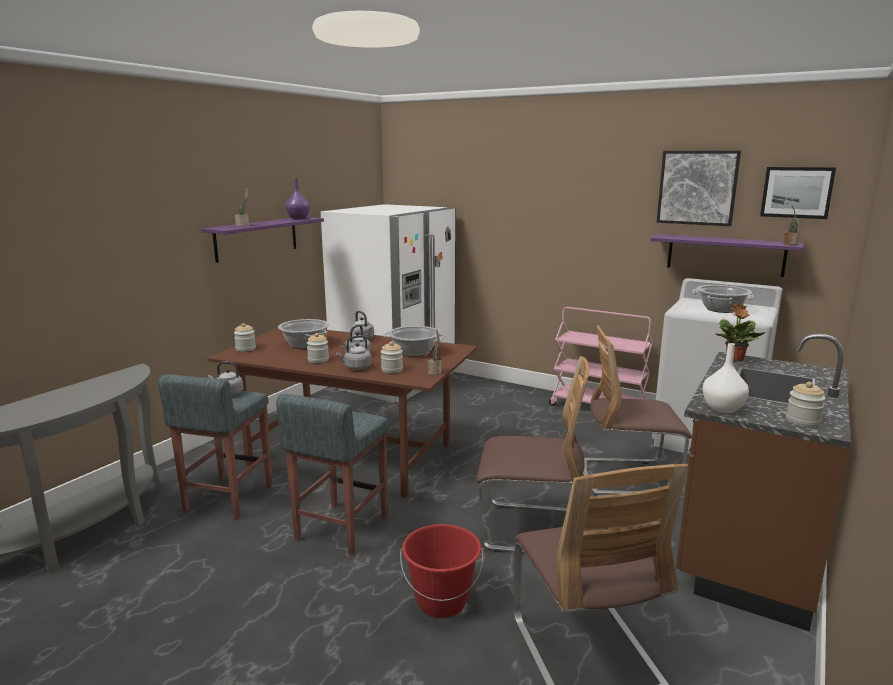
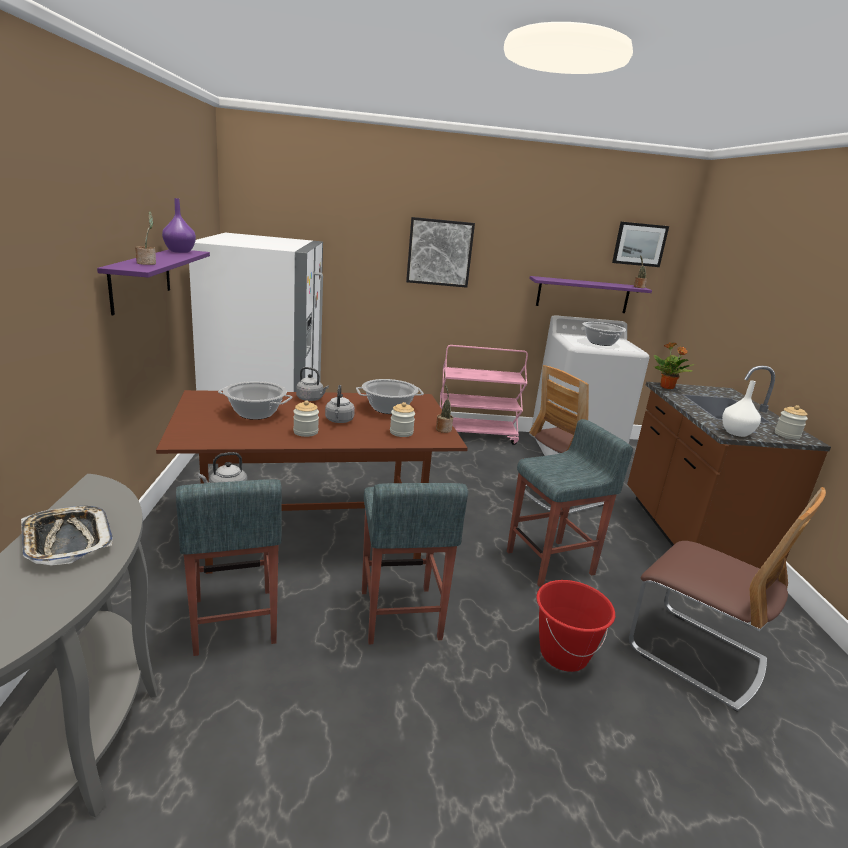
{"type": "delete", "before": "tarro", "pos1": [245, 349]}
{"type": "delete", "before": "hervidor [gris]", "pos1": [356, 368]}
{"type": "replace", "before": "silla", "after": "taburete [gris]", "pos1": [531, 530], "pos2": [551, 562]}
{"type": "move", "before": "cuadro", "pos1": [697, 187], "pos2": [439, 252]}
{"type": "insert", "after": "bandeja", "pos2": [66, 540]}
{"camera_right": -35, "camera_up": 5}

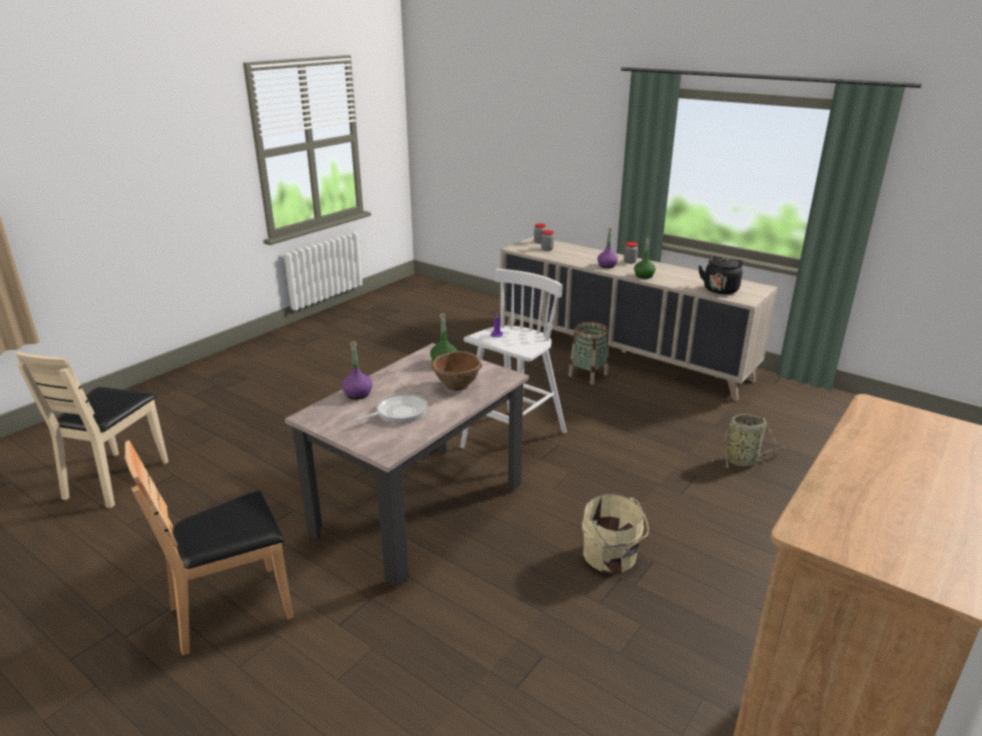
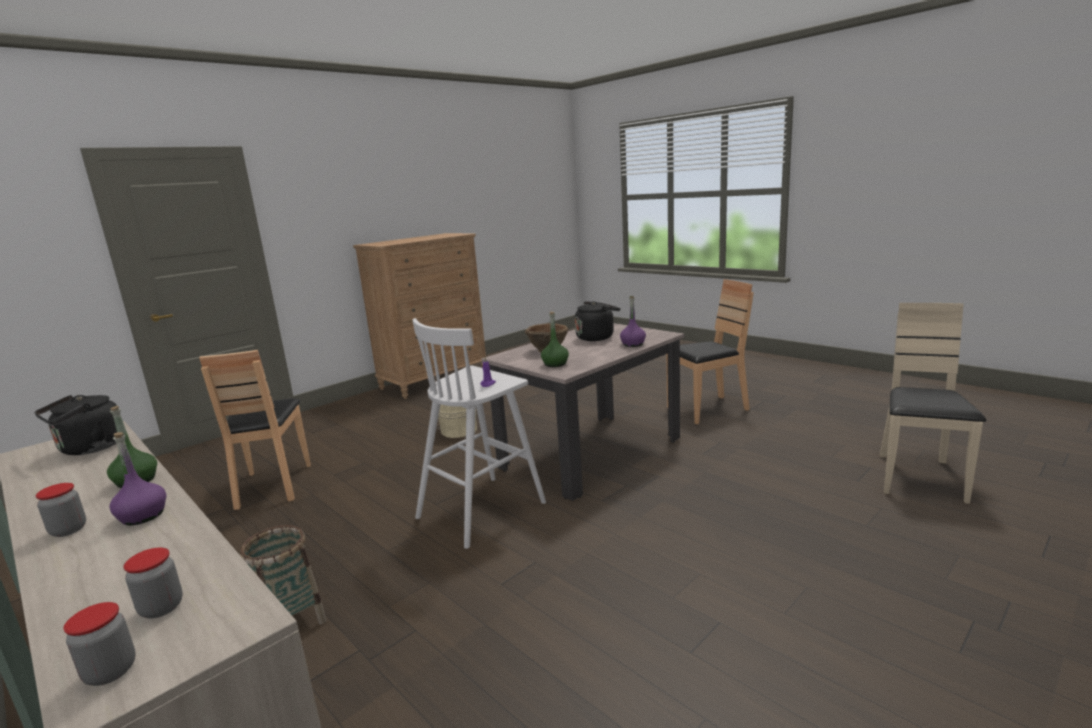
{"type": "replace", "before": "sartén", "after": "hervidor [negro]", "pos1": [398, 413], "pos2": [597, 337]}
{"type": "replace", "before": "cesta", "after": "silla [marrón]", "pos1": [743, 460], "pos2": [273, 485]}
{"camera_right": -170, "camera_up": -10}

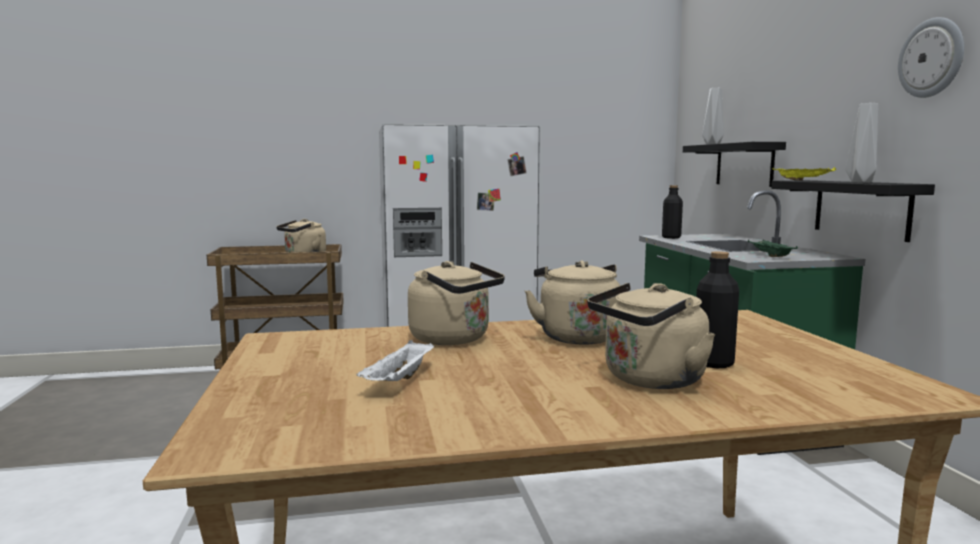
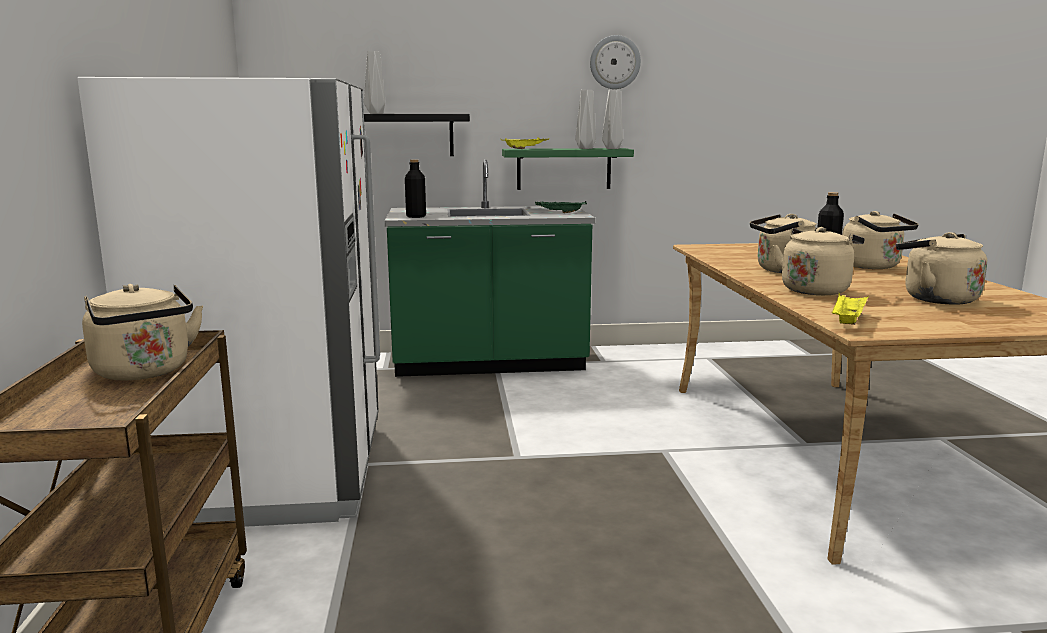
{"type": "replace", "before": "bandeja [blanco]", "after": "hervidor [beis]", "pos1": [399, 381], "pos2": [935, 299]}
{"type": "recolor", "before": "estante [negro]", "after": "estante [verde]", "pos1": [861, 208], "pos2": [564, 168]}
{"type": "insert", "after": "florero [gris]", "pos2": [612, 148]}
{"type": "insert", "after": "bandeja [amarillo]", "pos2": [847, 321]}
{"camera_right": -85, "camera_up": 5}

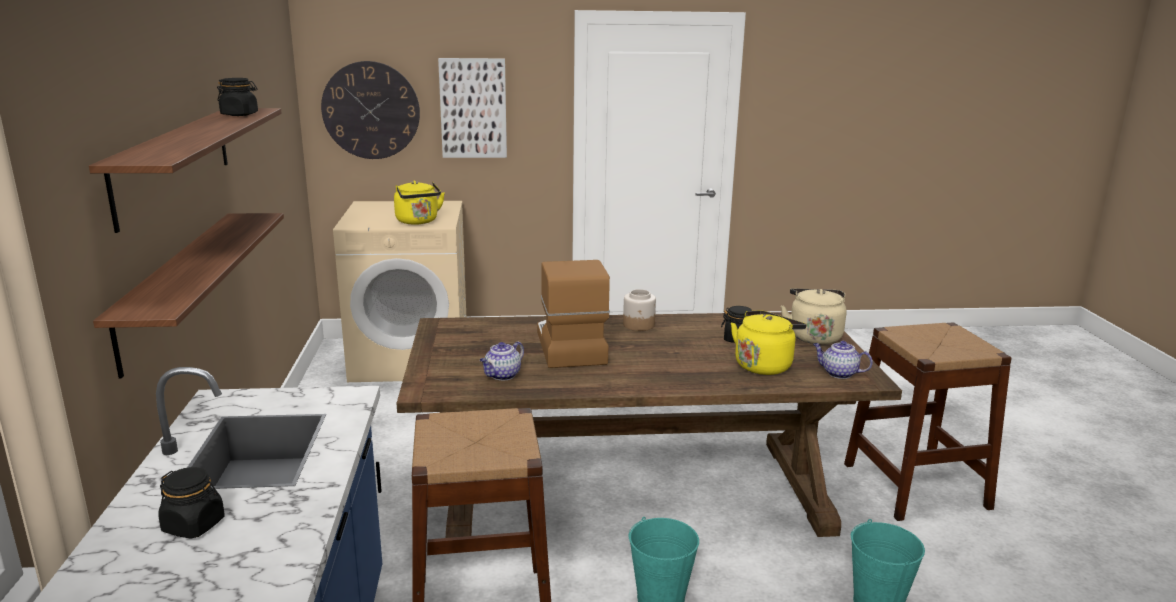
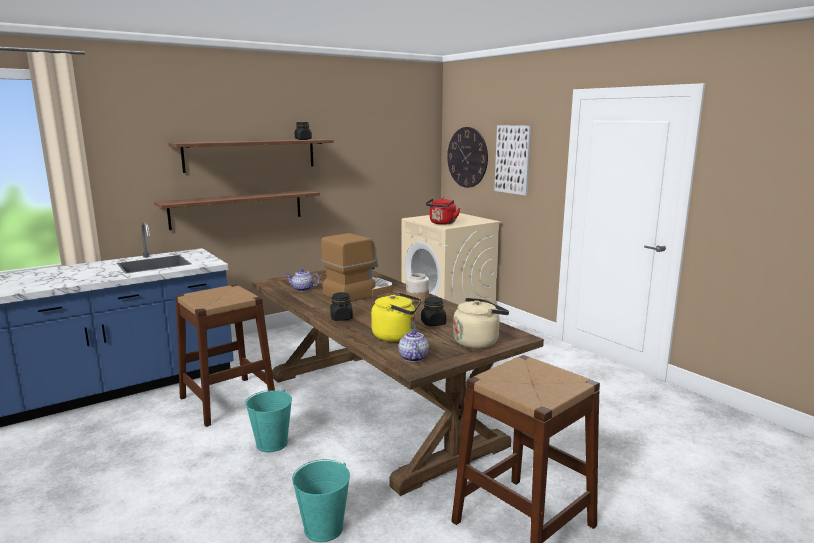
{"type": "move", "before": "tarro [negro]", "pos1": [194, 525], "pos2": [341, 318]}
{"type": "recolor", "before": "hervidor [amarillo]", "after": "hervidor [rojo]", "pos1": [418, 222], "pos2": [442, 223]}
{"camera_right": 60, "camera_up": -5}

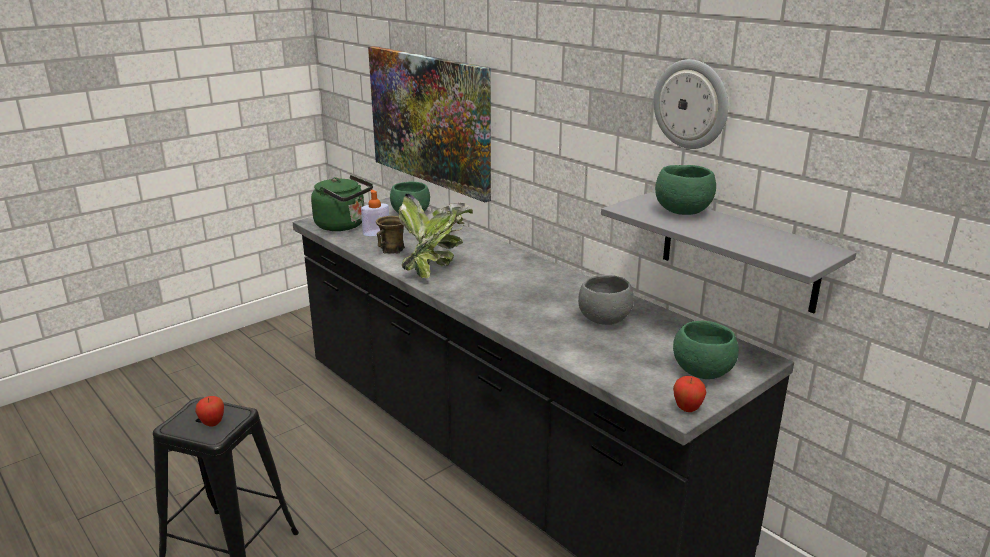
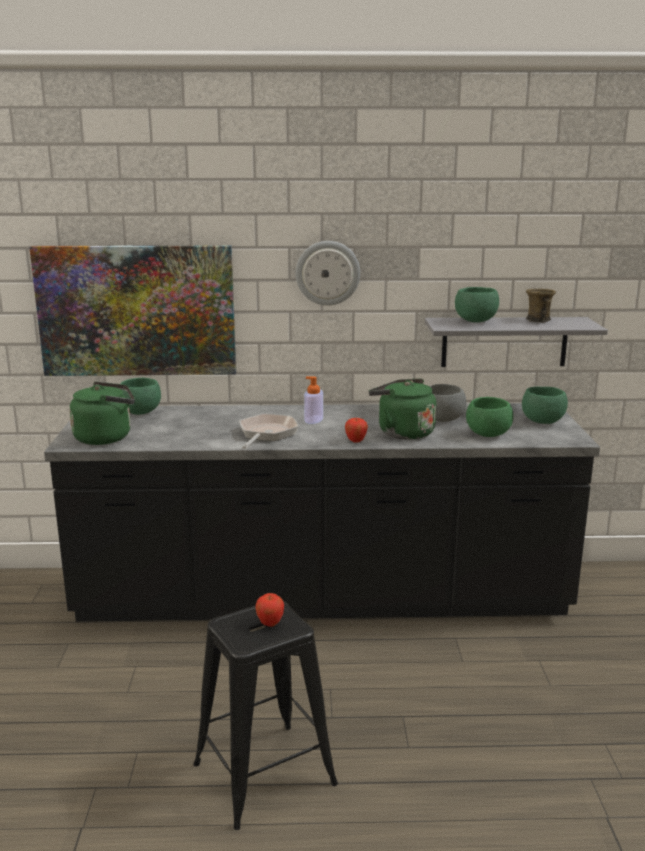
{"type": "move", "before": "dispensador de jabón", "pos1": [376, 233], "pos2": [313, 419]}
{"type": "move", "before": "taza grande [marrón]", "pos1": [393, 250], "pos2": [538, 320]}
{"type": "replace", "before": "planta en maceta", "after": "sartén", "pos1": [434, 267], "pos2": [266, 434]}
{"type": "move", "before": "reloj de pared", "pos1": [691, 104], "pos2": [327, 273]}
{"type": "move", "before": "manzana", "pos1": [687, 409], "pos2": [356, 441]}
{"type": "insert", "after": "hervidor [verde]", "pos2": [402, 432]}
{"type": "insert", "after": "cuenco [verde]", "pos2": [487, 435]}
{"camera_right": -50, "camera_up": -5}

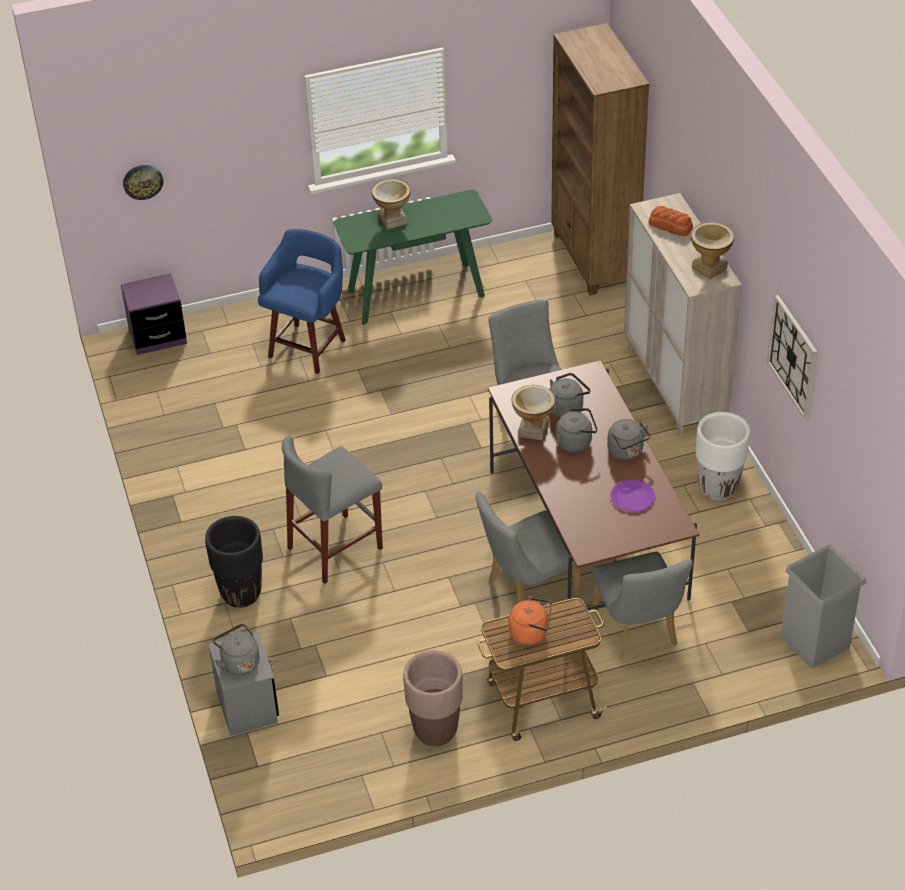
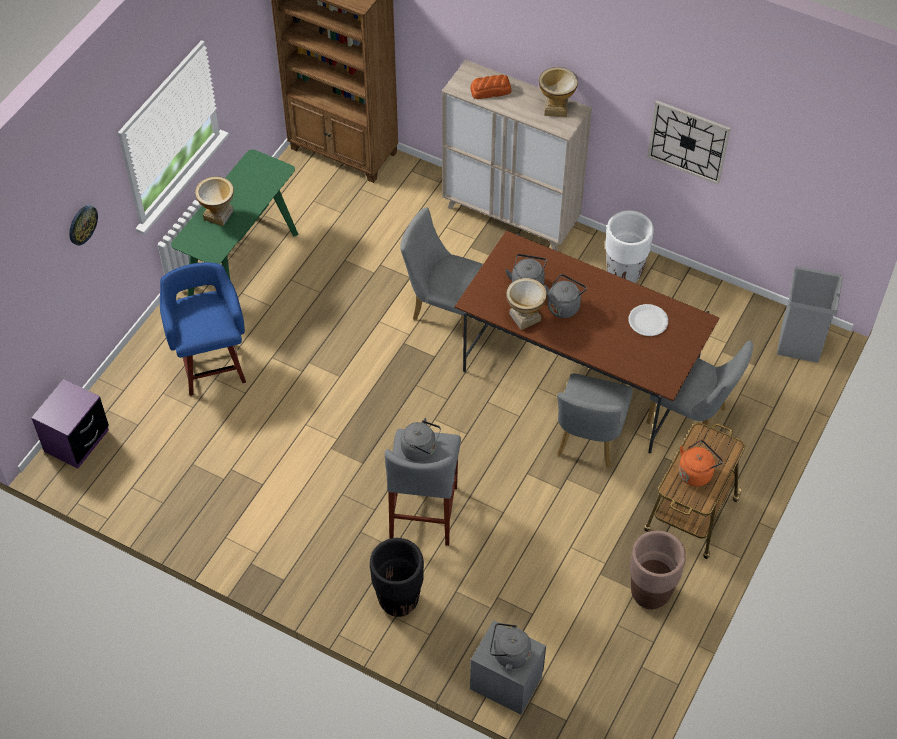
{"type": "move", "before": "reloj de pared", "pos1": [142, 181], "pos2": [82, 224]}
{"type": "move", "before": "hervidor [gris]", "pos1": [627, 452], "pos2": [421, 450]}
{"type": "recolor", "before": "plato [morado]", "after": "plato [blanco]", "pos1": [632, 497], "pos2": [648, 321]}
{"camera_right": -45, "camera_up": 10}

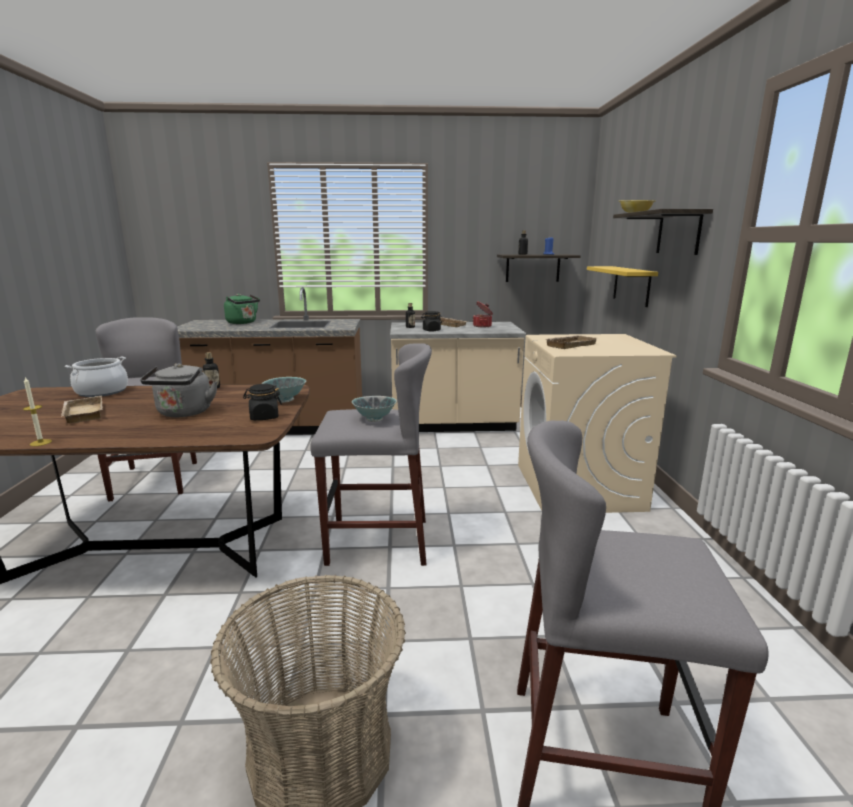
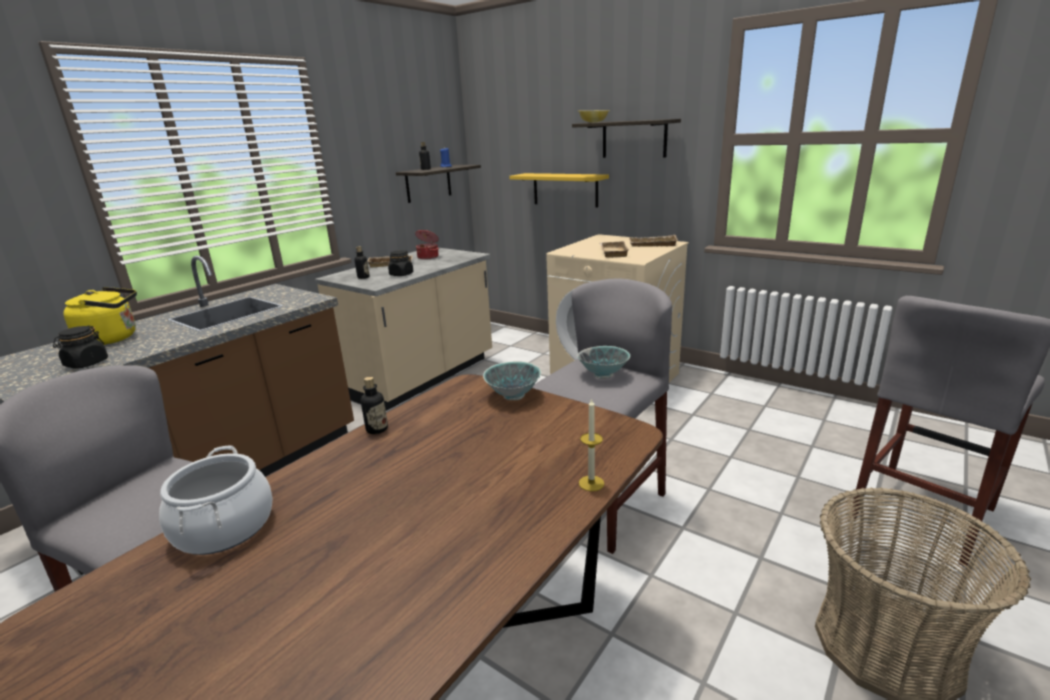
{"type": "move", "before": "vela", "pos1": [40, 442], "pos2": [591, 483]}
{"type": "move", "before": "bandeja [beis]", "pos1": [82, 413], "pos2": [652, 245]}
{"type": "delete", "before": "hervidor [gris]", "pos1": [184, 413]}
{"type": "recolor", "before": "hervidor [verde]", "after": "hervidor [amarillo]", "pos1": [243, 323], "pos2": [113, 339]}
{"type": "move", "before": "tarro [negro]", "pos1": [264, 417], "pos2": [86, 363]}
{"camera_right": -50, "camera_up": 5}

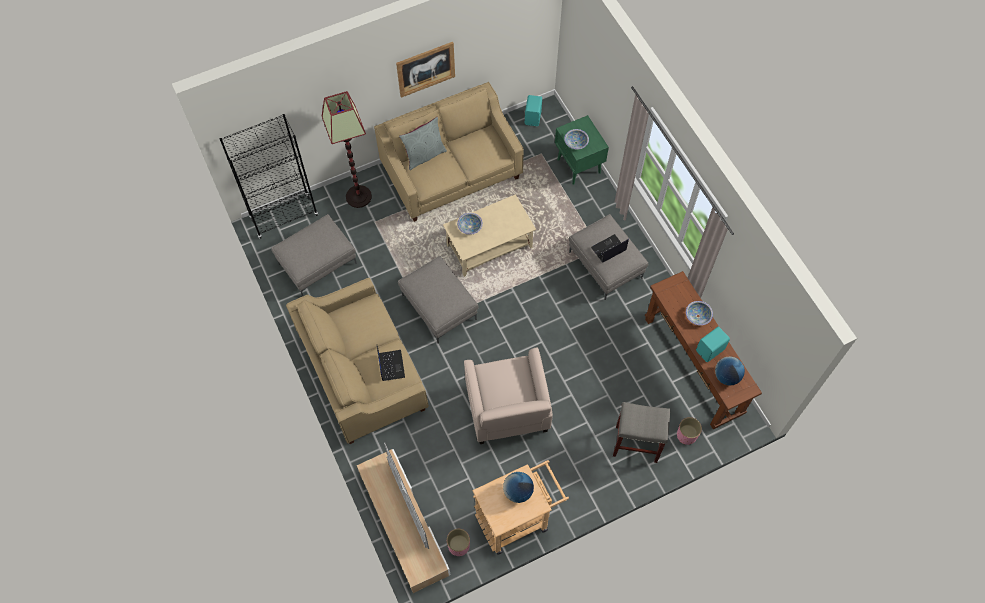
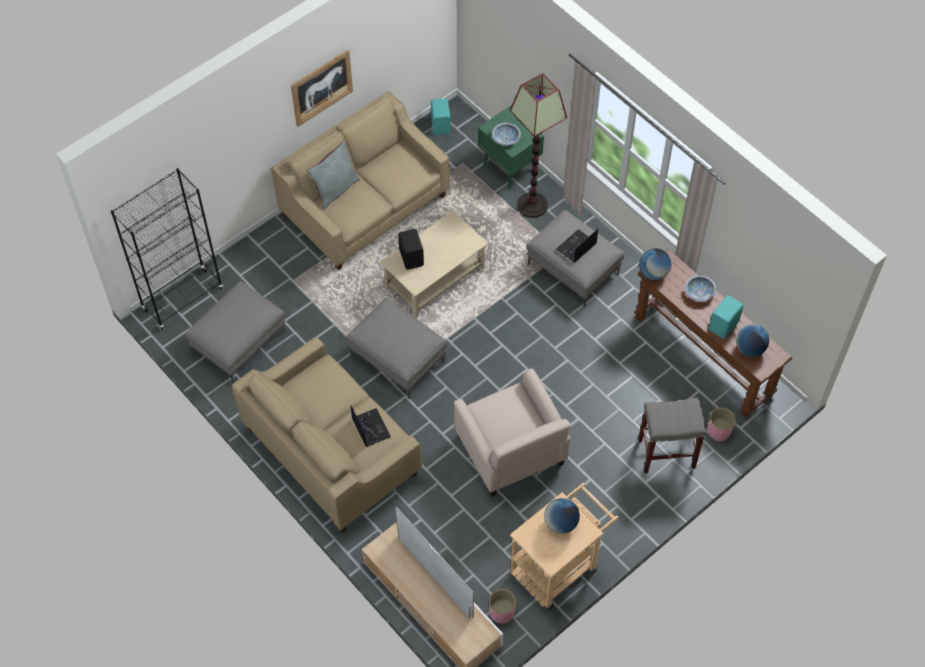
{"type": "move", "before": "lámpara de pie", "pos1": [359, 196], "pos2": [532, 205]}
{"type": "replace", "before": "cuenco", "after": "altavoz [negro]", "pos1": [470, 226], "pos2": [412, 257]}
{"type": "insert", "after": "globo terráqueo", "pos2": [653, 273]}
{"camera_right": -15, "camera_up": -5}

